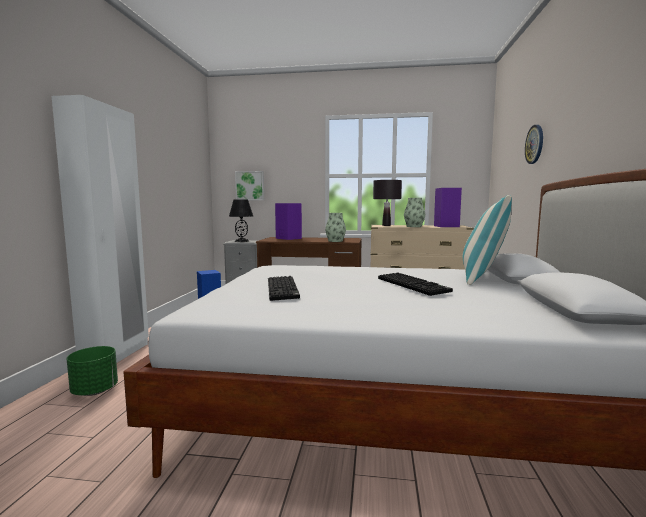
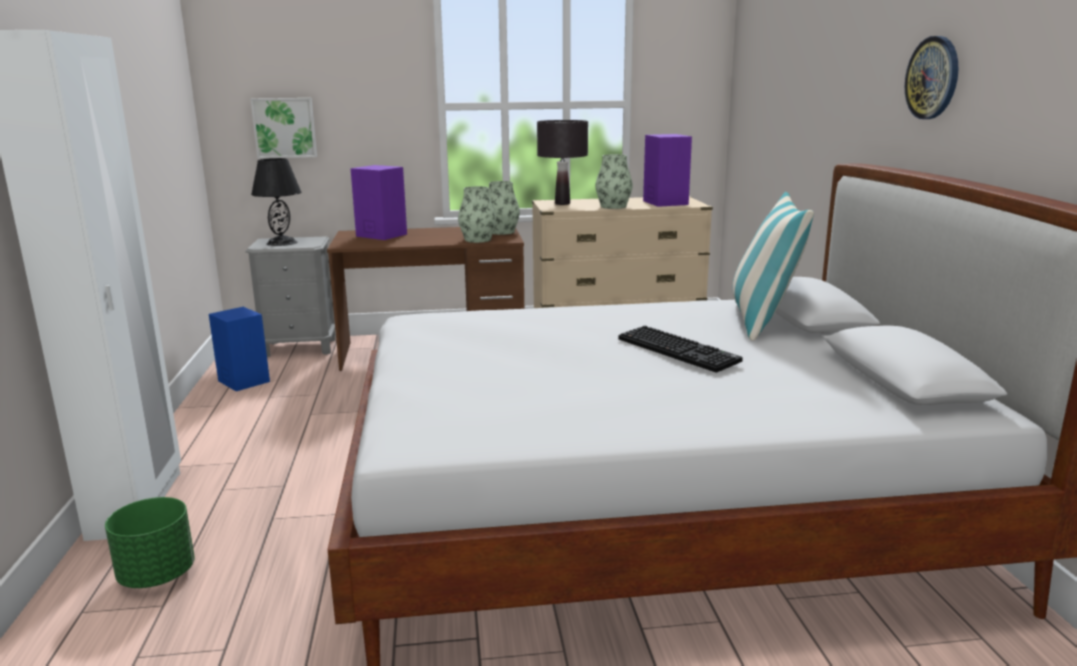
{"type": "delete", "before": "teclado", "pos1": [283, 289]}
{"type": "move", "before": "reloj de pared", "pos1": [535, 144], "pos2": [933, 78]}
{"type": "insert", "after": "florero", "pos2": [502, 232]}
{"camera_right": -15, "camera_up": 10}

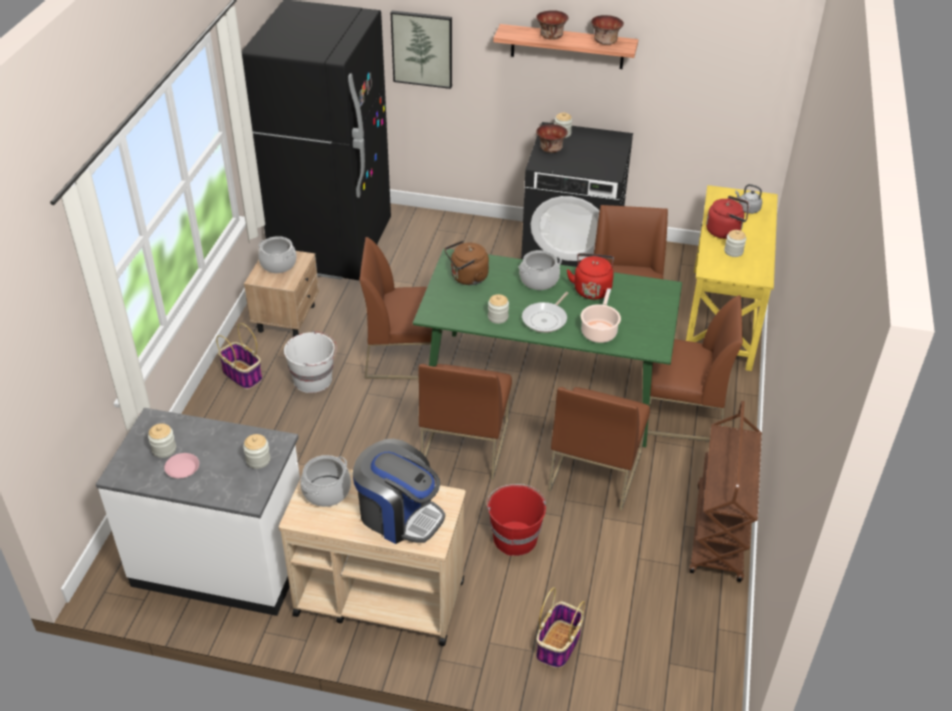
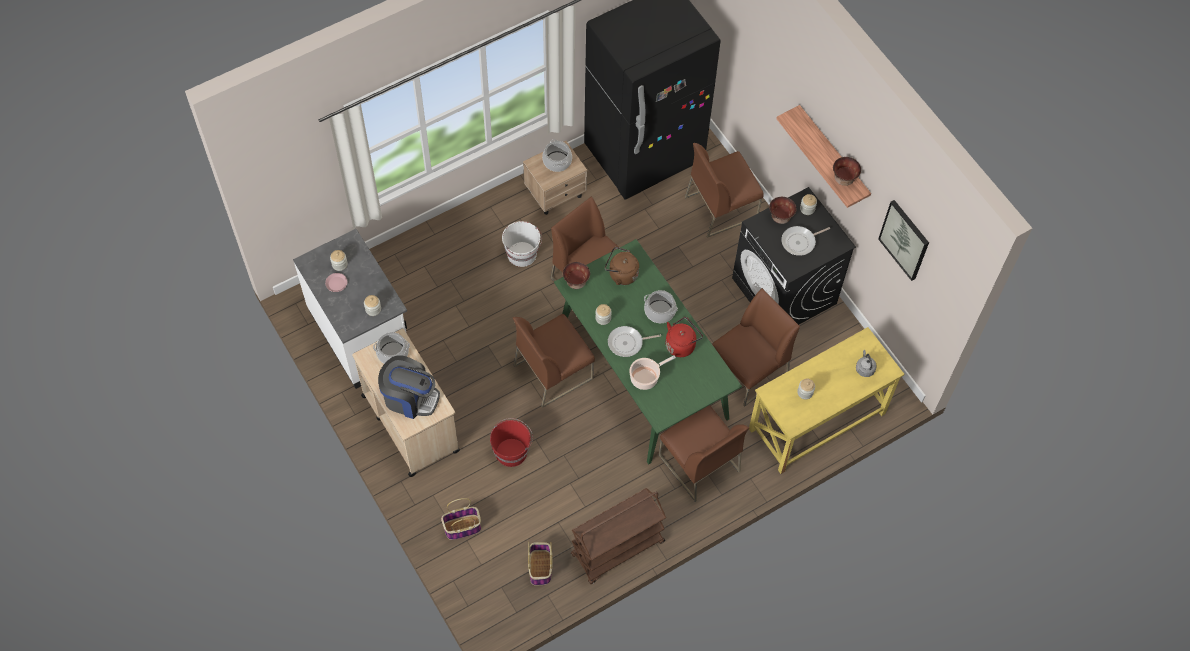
{"type": "move", "before": "cesta", "pos1": [243, 375], "pos2": [540, 568]}
{"type": "rotate", "before": "cafetera", "pos1": [399, 515], "pos2": [410, 397], "turn": -60}
{"type": "move", "before": "cuadro", "pos1": [422, 49], "pos2": [905, 239]}
{"type": "move", "before": "cuenco", "pos1": [551, 37], "pos2": [576, 282]}
{"type": "move", "before": "silla [marrón]", "pos1": [594, 470], "pos2": [721, 207]}
{"type": "delete", "before": "hervidor [rojo]", "pos1": [725, 231]}
{"type": "insert", "after": "sartén", "pos2": [800, 242]}
{"camera_right": 45, "camera_up": 20}

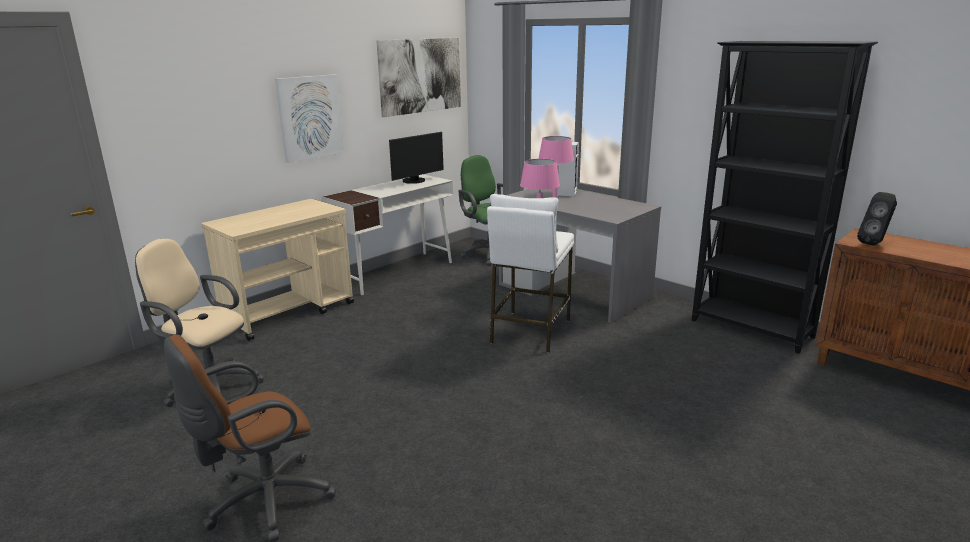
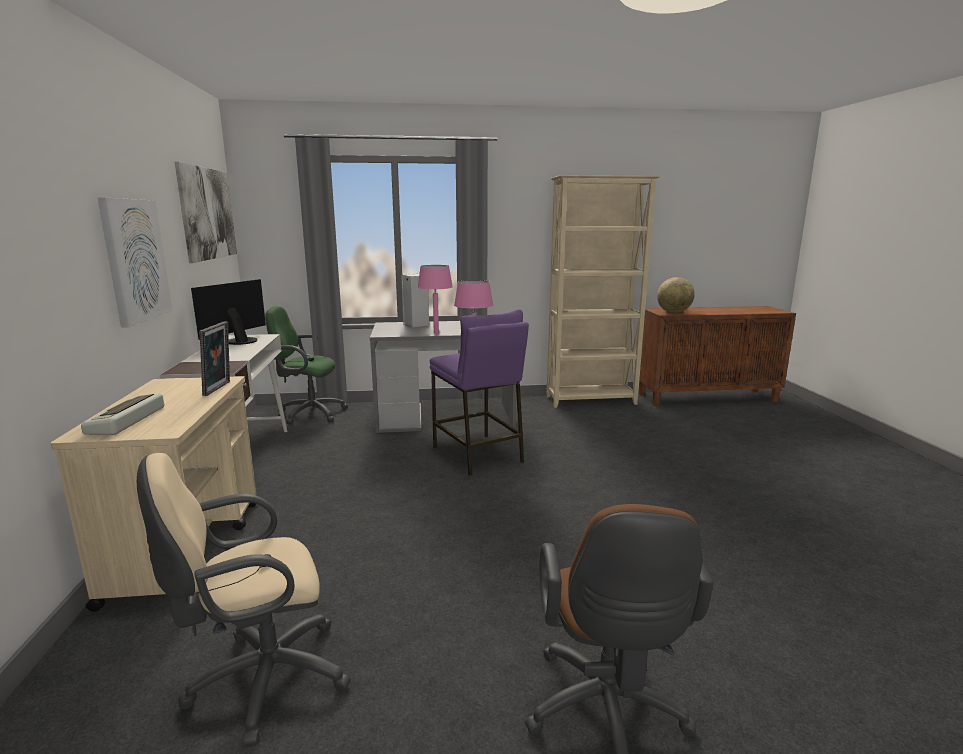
{"type": "rotate", "before": "monitor", "pos1": [415, 181], "pos2": [239, 341], "turn": -150}
{"type": "recolor", "before": "taburete [blanco]", "after": "taburete [morado]", "pos1": [529, 331], "pos2": [477, 455]}
{"type": "recolor", "before": "estantería [negro]", "after": "estantería [beis]", "pos1": [752, 329], "pos2": [591, 400]}
{"type": "replace", "before": "altavoz [negro]", "after": "globo terráqueo", "pos1": [874, 243], "pos2": [674, 312]}
{"type": "insert", "after": "teclado", "pos2": [128, 420]}
{"type": "insert", "after": "portarretratos", "pos2": [219, 388]}
{"camera_right": -50, "camera_up": -5}

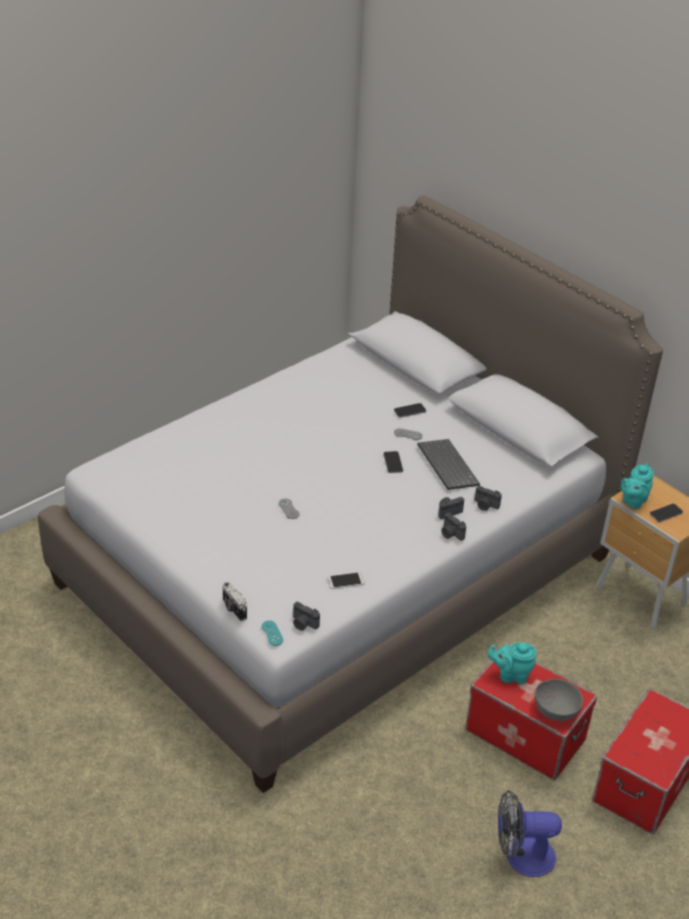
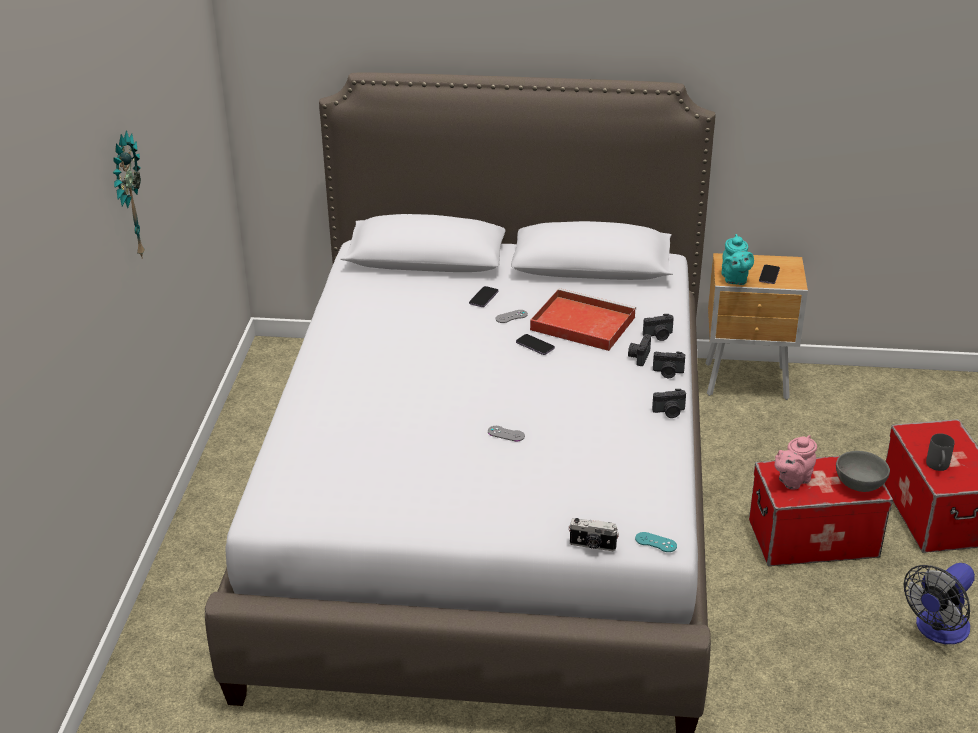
{"type": "move", "before": "cámara", "pos1": [303, 624], "pos2": [669, 412]}
{"type": "delete", "before": "móvil", "pos1": [345, 581]}
{"type": "replace", "before": "teclado", "after": "bandeja [rojo]", "pos1": [446, 465], "pos2": [580, 323]}
{"type": "recolor", "before": "tetera [turquesa]", "after": "tetera [rosa]", "pos1": [511, 675], "pos2": [792, 480]}
{"type": "insert", "after": "reloj de pared", "pos2": [126, 197]}
{"type": "insert", "after": "taza grande [gris]", "pos2": [938, 467]}
{"camera_right": -40, "camera_up": -5}

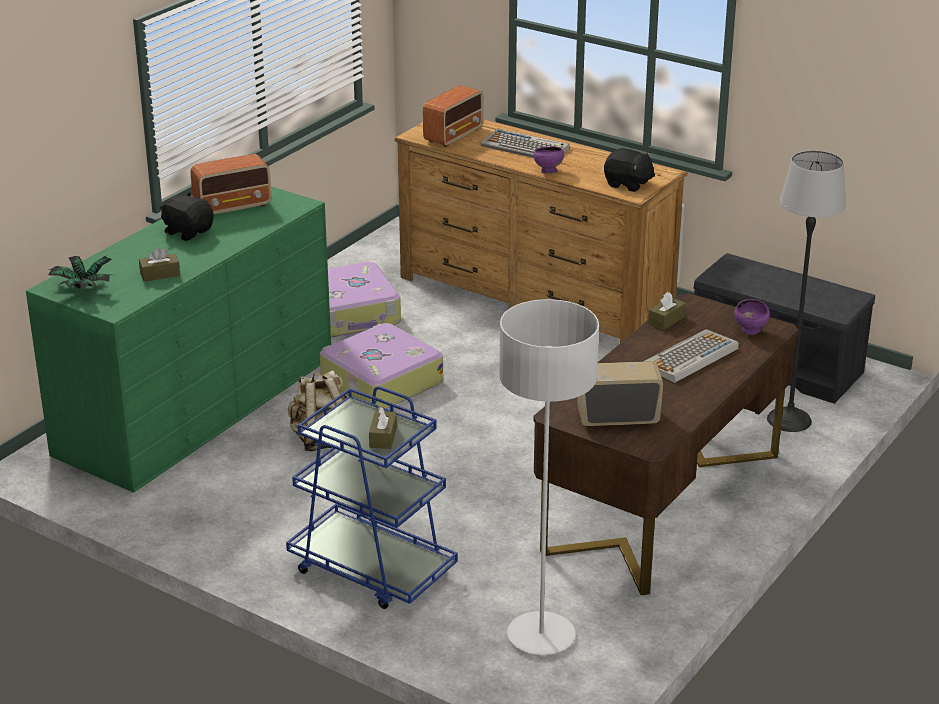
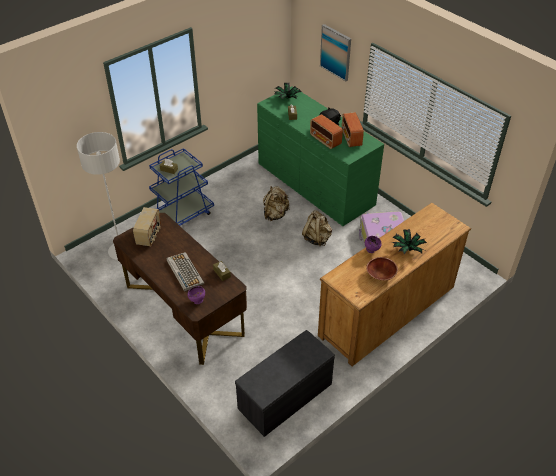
{"type": "replace", "before": "maleta", "after": "mochila [beis]", "pos1": [380, 381], "pos2": [317, 238]}
{"type": "move", "before": "radio", "pos1": [454, 135], "pos2": [325, 140]}
{"type": "replace", "before": "teclado", "after": "planta en maceta", "pos1": [526, 147], "pos2": [407, 248]}
{"type": "delete", "before": "peluche [negro]", "pos1": [628, 184]}
{"type": "delete", "before": "lámpara de pie", "pos1": [789, 420]}
{"type": "insert", "after": "cuadro", "pos2": [336, 52]}
{"type": "insert", "after": "cuenco [marrón]", "pos2": [381, 274]}
{"camera_right": 105, "camera_up": 15}

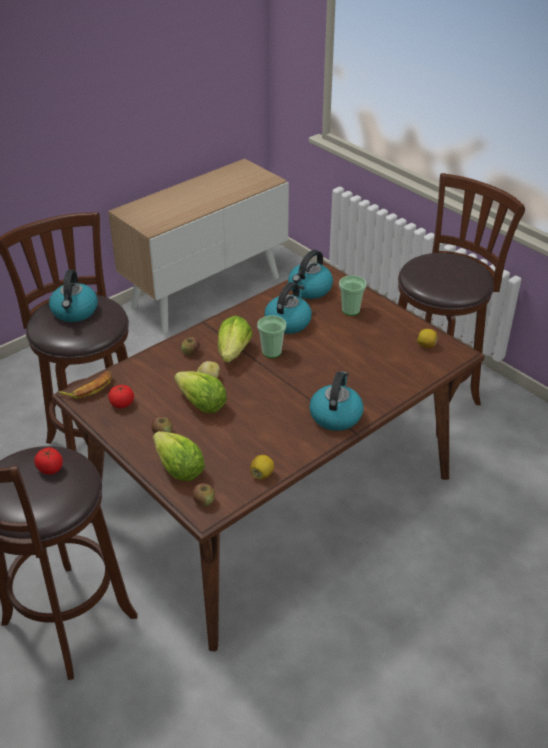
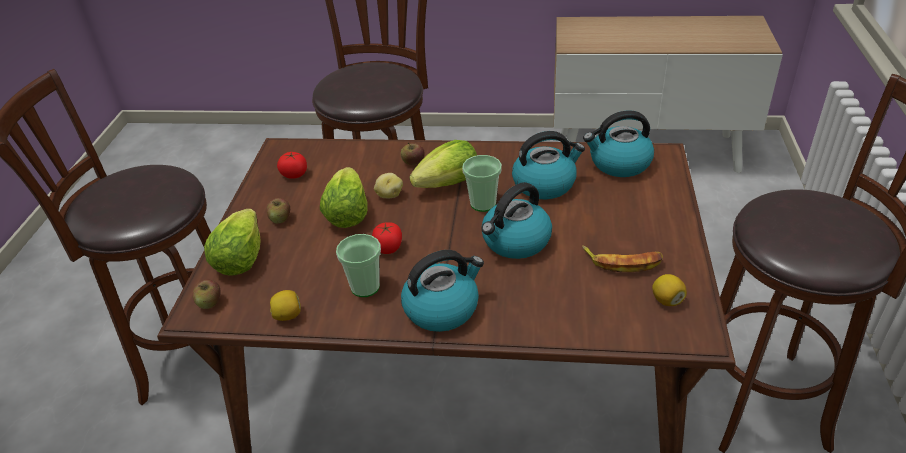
{"type": "move", "before": "tomate", "pos1": [50, 469], "pos2": [388, 248]}
{"type": "move", "before": "hervidor", "pos1": [75, 312], "pos2": [515, 241]}
{"type": "move", "before": "plátano", "pos1": [89, 388], "pos2": [623, 262]}
{"type": "move", "before": "taza", "pos1": [350, 310], "pos2": [365, 287]}
{"camera_right": 50, "camera_up": 0}

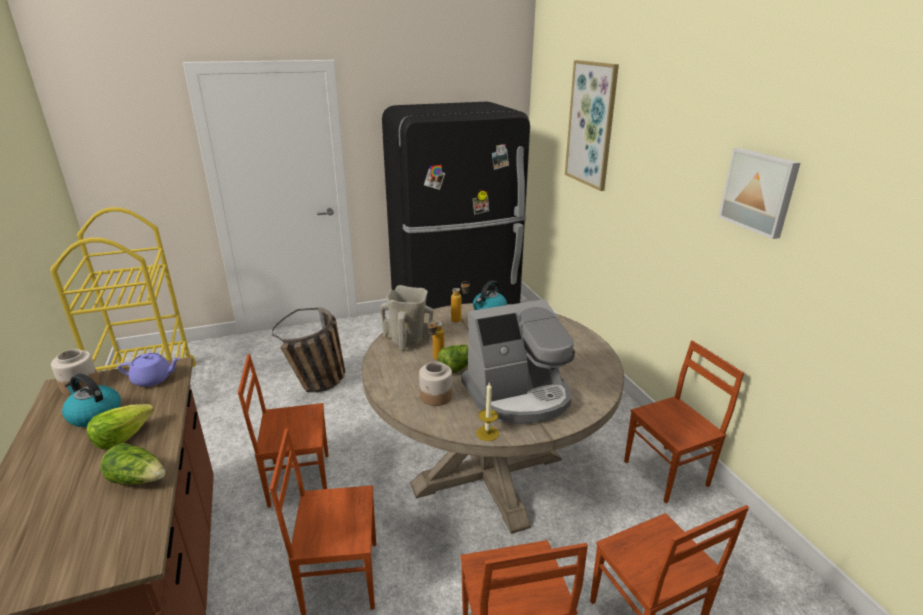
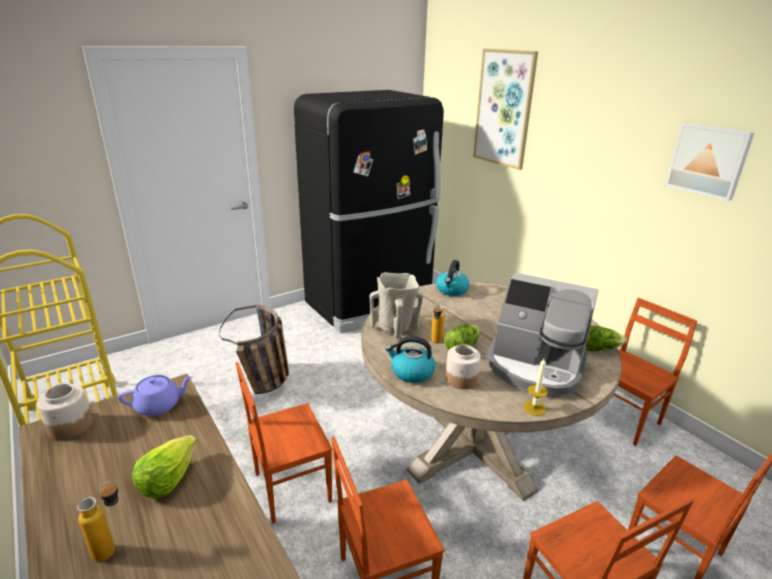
{"type": "move", "before": "hervidor", "pos1": [94, 414], "pos2": [411, 372]}
{"type": "move", "before": "lechuga", "pos1": [138, 479], "pos2": [598, 349]}
{"type": "move", "before": "botella", "pos1": [460, 319], "pos2": [113, 548]}
{"type": "rotate", "before": "cafetera", "pos1": [518, 395], "pos2": [535, 367], "turn": 60}
{"camera_right": -15, "camera_up": 0}

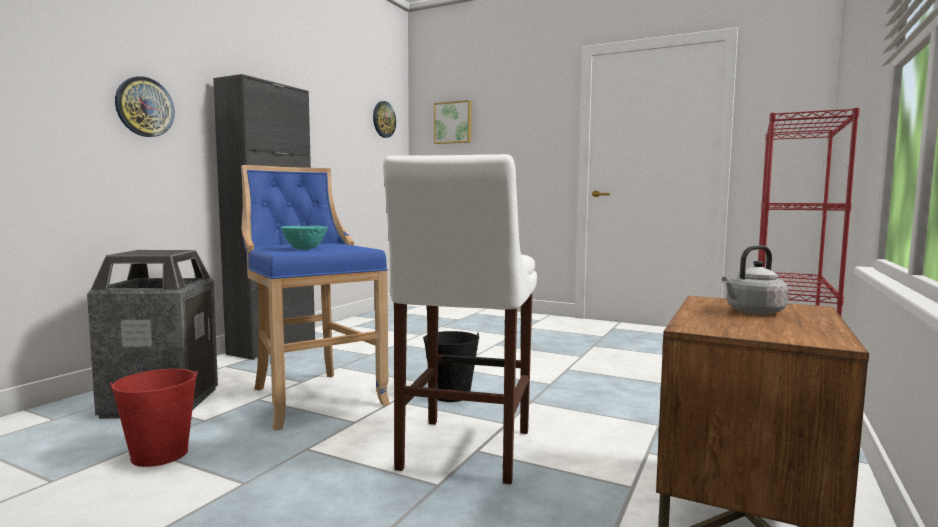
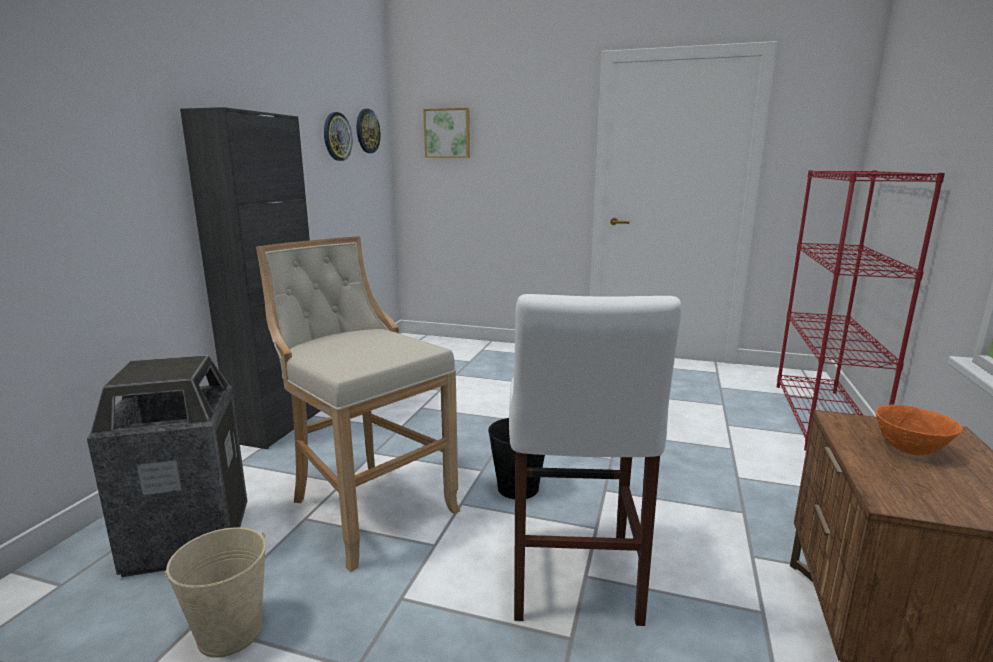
{"type": "recolor", "before": "cubo [rojo]", "after": "cubo [beis]", "pos1": [159, 454], "pos2": [230, 632]}
{"type": "move", "before": "reloj de pared", "pos1": [144, 107], "pos2": [337, 136]}
{"type": "recolor", "before": "taburete [azul]", "after": "taburete [beis]", "pos1": [312, 396], "pos2": [366, 507]}
{"type": "delete", "before": "cuenco [turquesa]", "pos1": [305, 249]}
{"type": "replace", "before": "hervidor [gris]", "after": "cuenco [naranja]", "pos1": [752, 312], "pos2": [910, 450]}
{"camera_right": -10, "camera_up": 10}

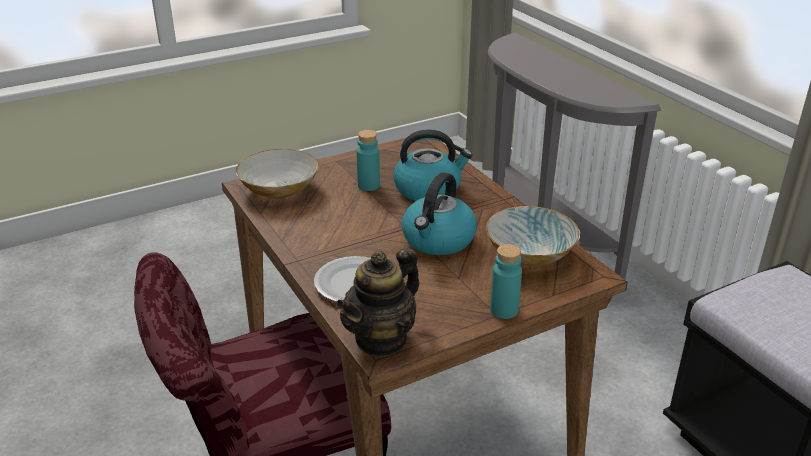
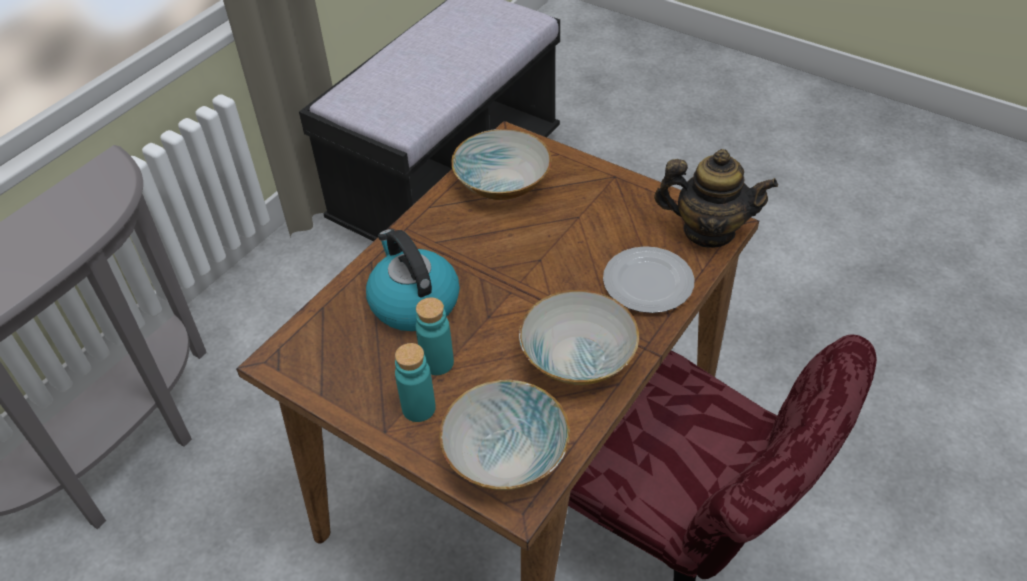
{"type": "delete", "before": "hervidor", "pos1": [438, 240]}
{"type": "move", "before": "botella [turquesa]", "pos1": [504, 310], "pos2": [419, 408]}
{"type": "insert", "after": "cuenco", "pos2": [576, 357]}
{"camera_right": -115, "camera_up": 15}

